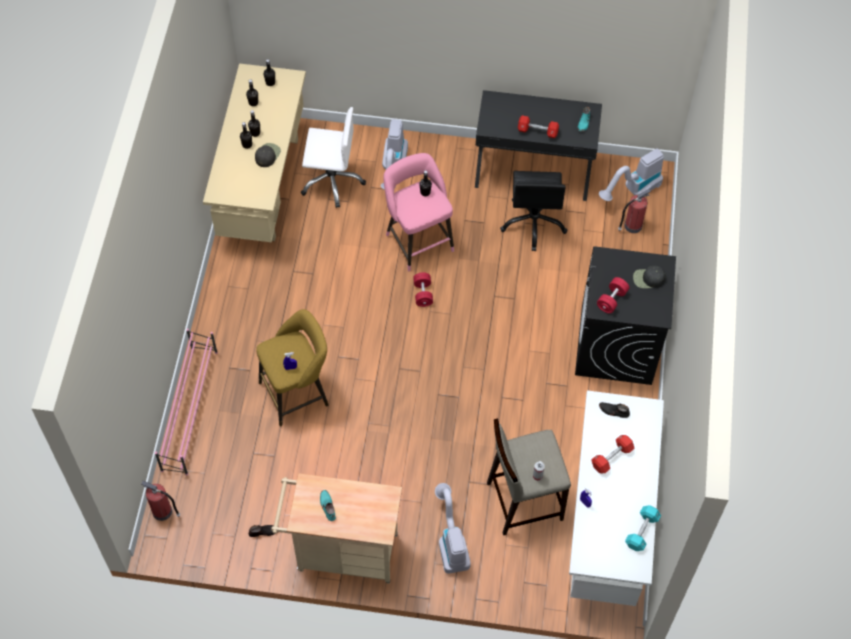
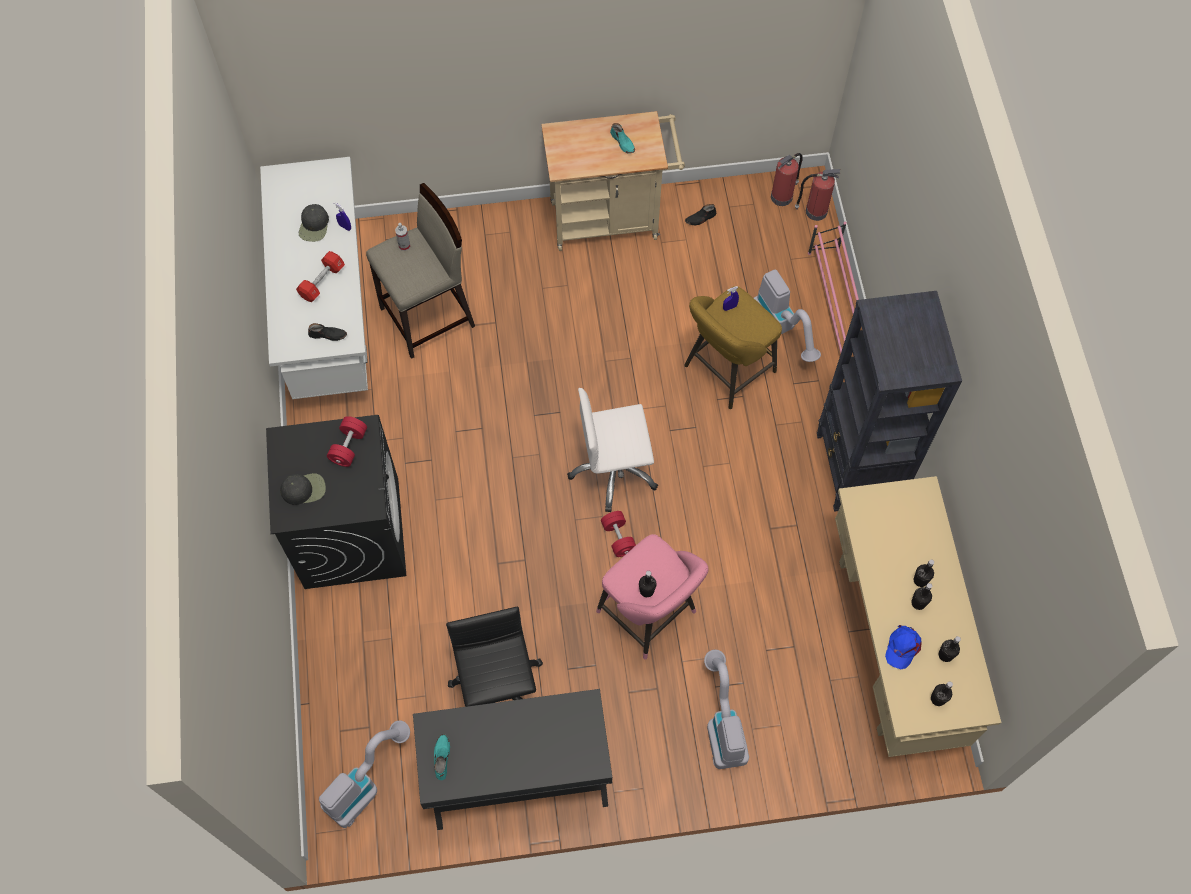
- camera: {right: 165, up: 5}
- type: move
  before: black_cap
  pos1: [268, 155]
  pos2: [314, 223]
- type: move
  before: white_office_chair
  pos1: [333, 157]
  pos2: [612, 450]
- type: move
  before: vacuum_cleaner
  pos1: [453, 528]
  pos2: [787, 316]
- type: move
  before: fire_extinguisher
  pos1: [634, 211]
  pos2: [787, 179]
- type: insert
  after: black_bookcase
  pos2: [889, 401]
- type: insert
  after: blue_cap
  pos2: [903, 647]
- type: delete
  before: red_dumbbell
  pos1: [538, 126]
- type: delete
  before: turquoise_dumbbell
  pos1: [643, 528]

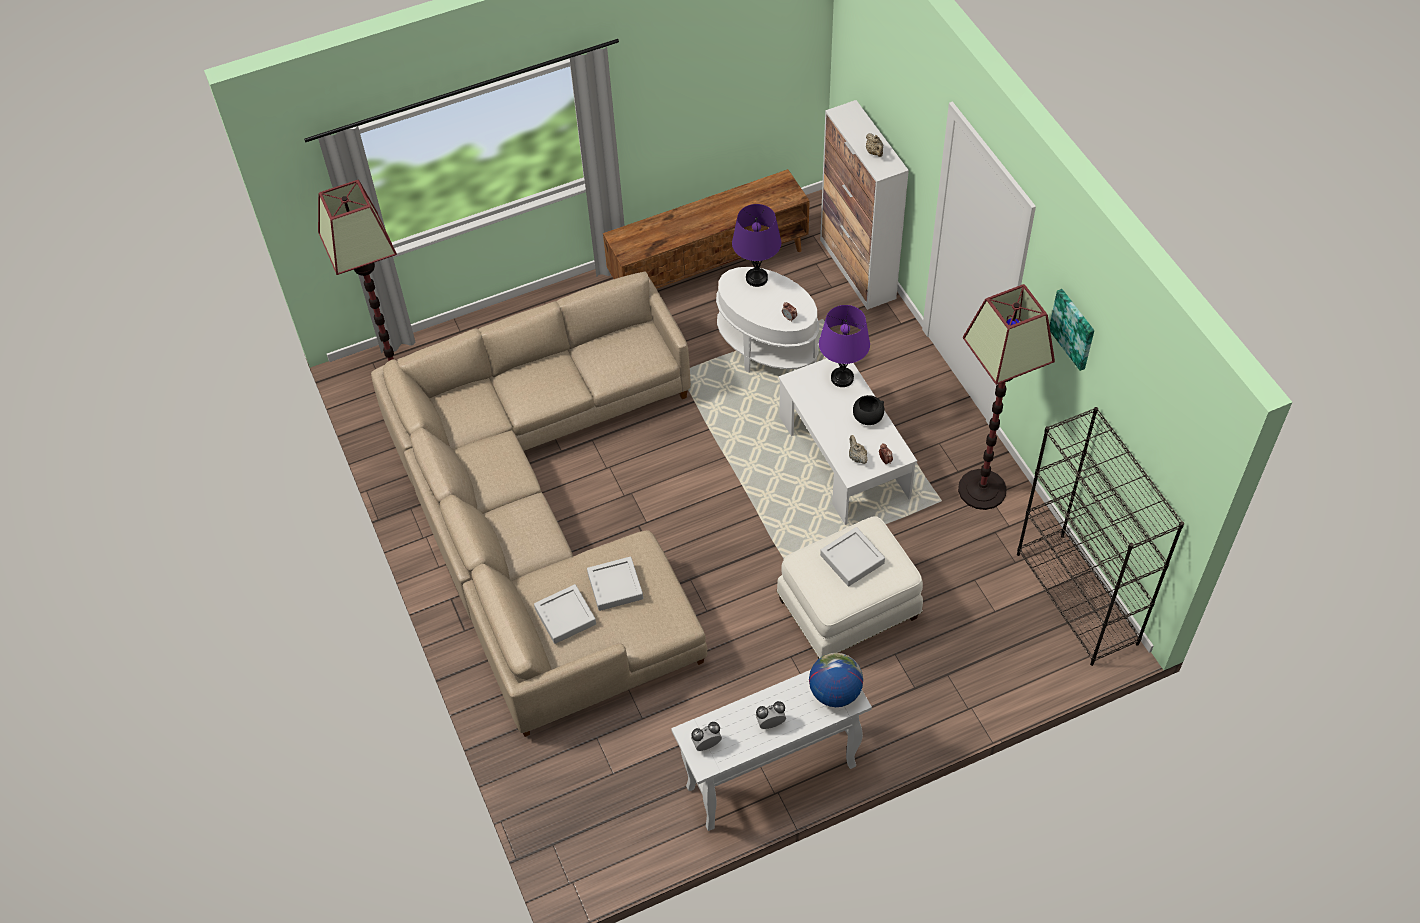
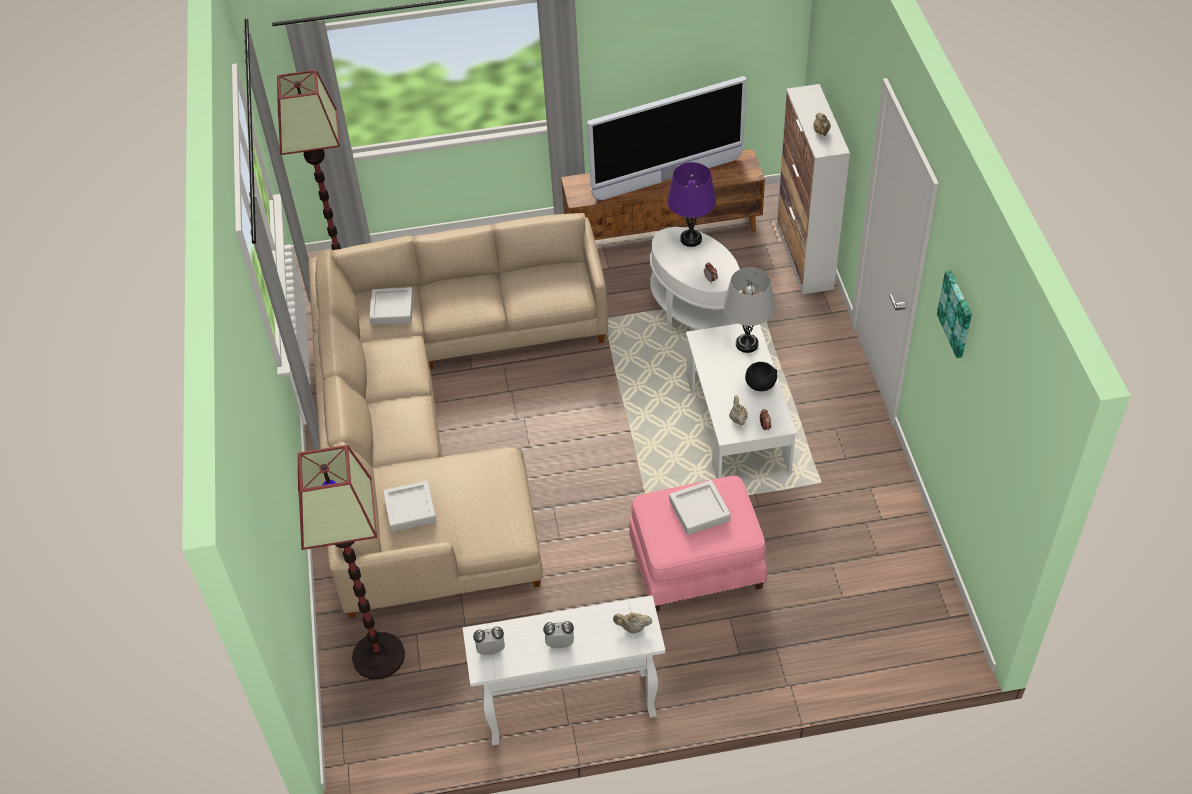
- camera: {right: 15, up: -5}
- type: move
  before: floor_lamp
  pos1: [1006, 397]
  pos2: [351, 562]
- type: move
  before: grey_tray
  pos1: [615, 584]
  pos2: [391, 306]
- type: insert
  after: television
  pos2: [666, 138]
- type: replace
  before: globe
  after: beige_teapot
  pos1: [836, 680]
  pos2: [632, 623]
- type: recolor
  before: white_ottoman
  after: pink_ottoman
  pos1: [850, 587]
  pos2: [698, 544]
- type: recolor
  before: purple_table_lamp
  after: grey_table_lamp
  pos1: [844, 346]
  pos2: [749, 310]
- type: delete
  before: black_bookcase
  pos1: [1100, 536]

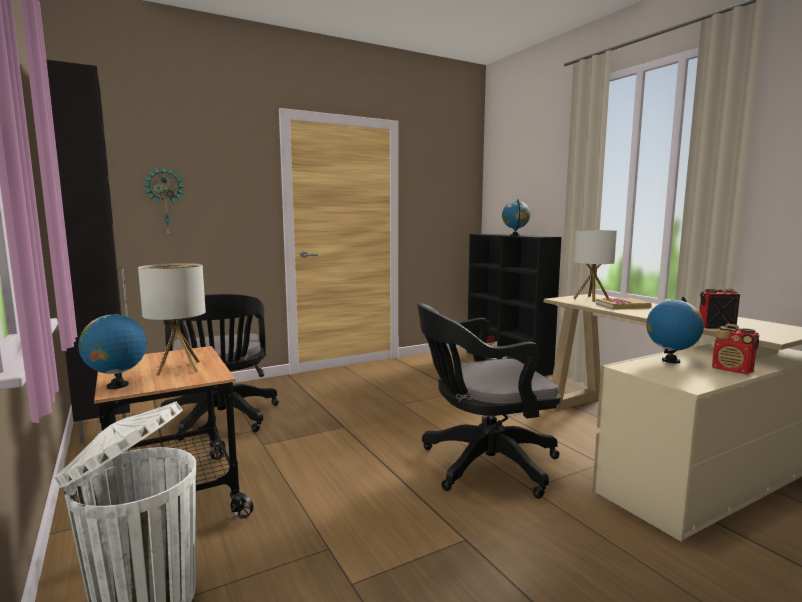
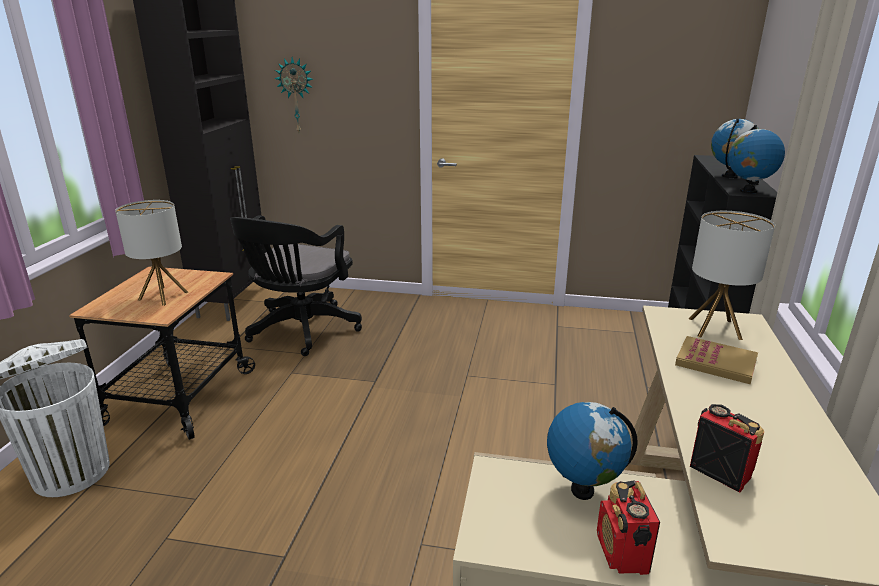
- camera: {right: 40, up: 15}
- type: move
  before: globe
  pos1: [112, 349]
  pos2: [756, 159]
- type: delete
  before: black_office_chair
  pos1: [489, 401]

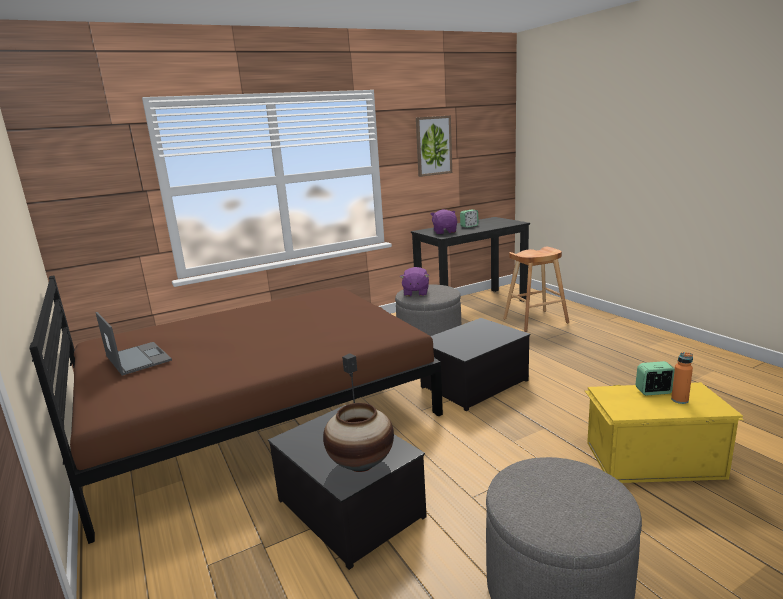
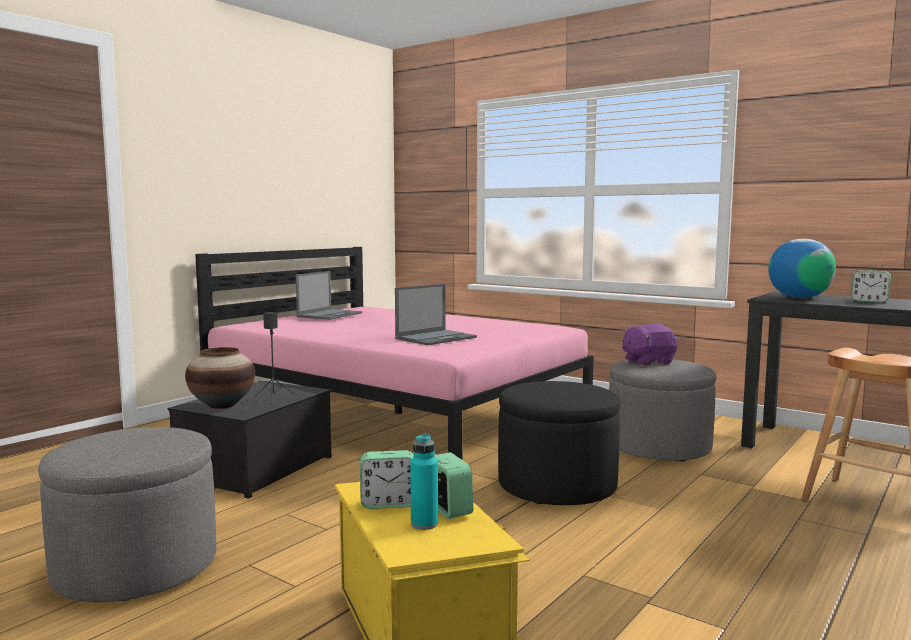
- camera: {right: 65, up: -10}
- type: recolor
  before: brown_bed
  after: pink_bed
  pos1: [236, 409]
  pos2: [394, 353]
- type: insert
  after: alarm_clock
  pos2: [387, 479]
- type: insert
  after: laptop
  pos2: [436, 314]
- type: recolor
  before: orange_bottle
  after: turquoise_bottle
  pos1: [682, 378]
  pos2: [424, 482]
- type: replace
  before: storage_box
  after: black_ottoman
  pos1: [475, 364]
  pos2: [559, 443]
- type: replace
  before: purple_plush_toy
  after: globe
  pos1: [443, 221]
  pos2: [802, 268]
- type: delete
  before: picture
  pos1: [434, 146]

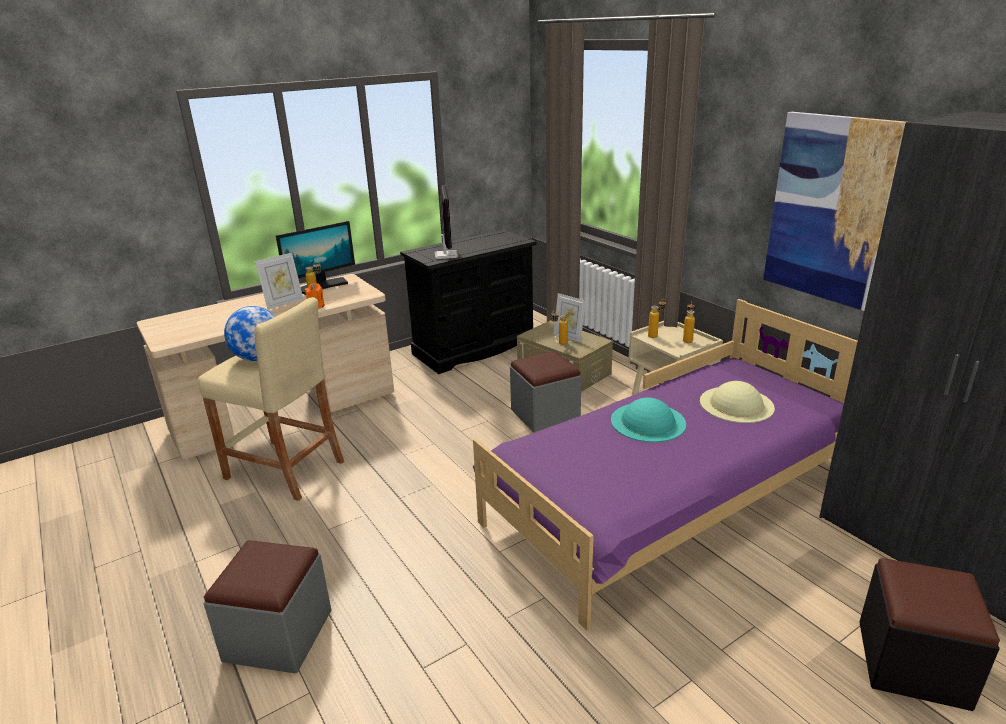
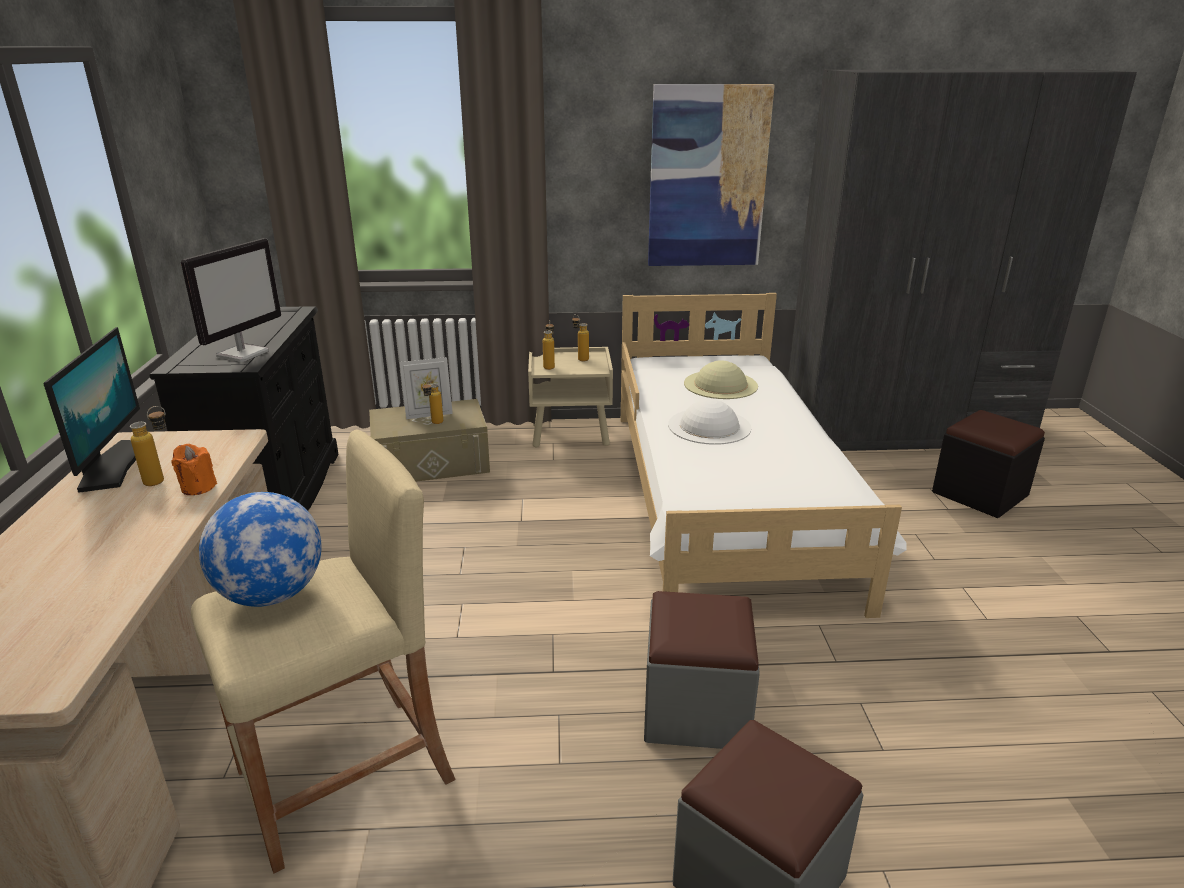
- camera: {right: -60, up: 0}
- type: rotate
  before: monitor
  pos1: [446, 222]
  pos2: [231, 300]
  turn: 90
- type: recolor
  before: purple_bed
  after: white_bed
  pos1: [665, 465]
  pos2: [764, 455]
- type: move
  before: grey_ottoman
  pos1: [546, 392]
  pos2: [702, 670]
- type: recolor
  before: turquoise_hat
  after: white_hat
  pos1: [648, 419]
  pos2: [709, 422]
- type: delete
  before: picture_frame
  pos1: [279, 281]

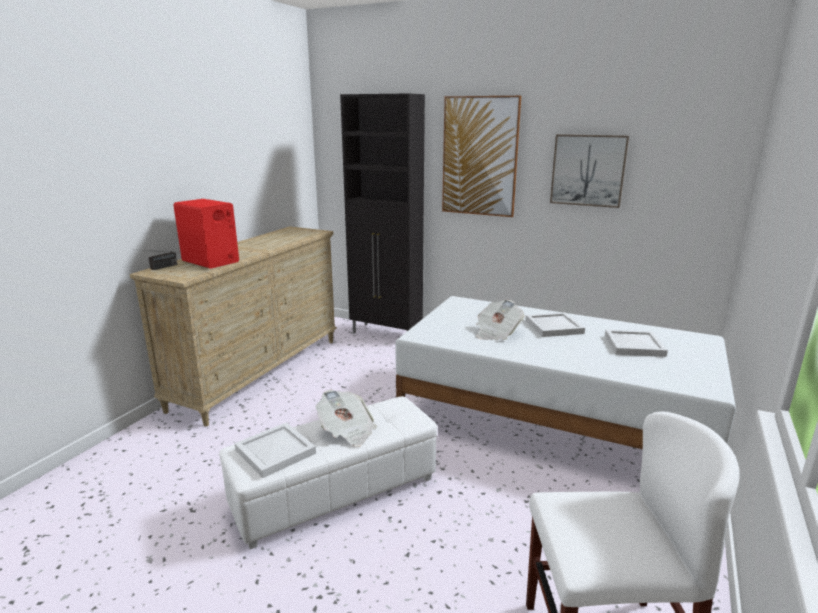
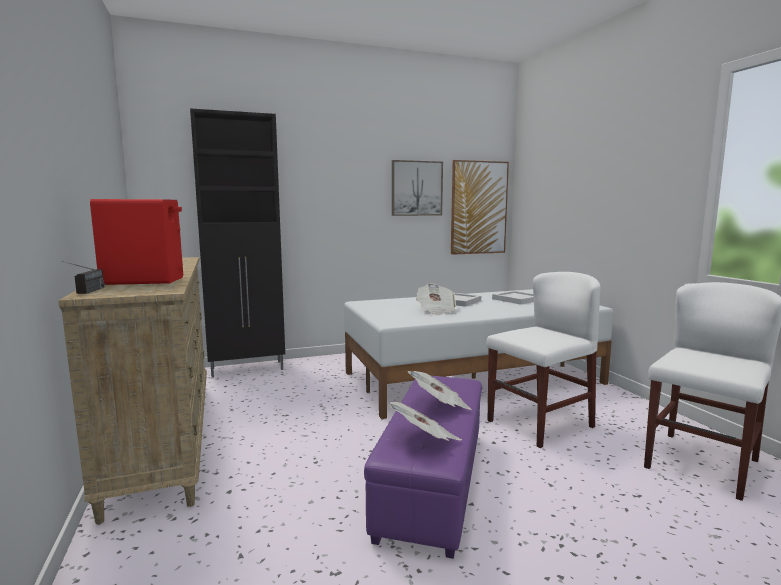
- camera: {right: -45, up: -10}
- type: recolor
  before: white_ottoman
  after: purple_ottoman
  pos1: [328, 472]
  pos2: [423, 467]
- type: replace
  before: white_tray
  after: newspaper
  pos1: [275, 450]
  pos2: [424, 421]
- type: move
  before: picture
  pos1: [481, 156]
  pos2: [480, 207]
- type: insert
  after: white_chair
  pos2: [543, 360]

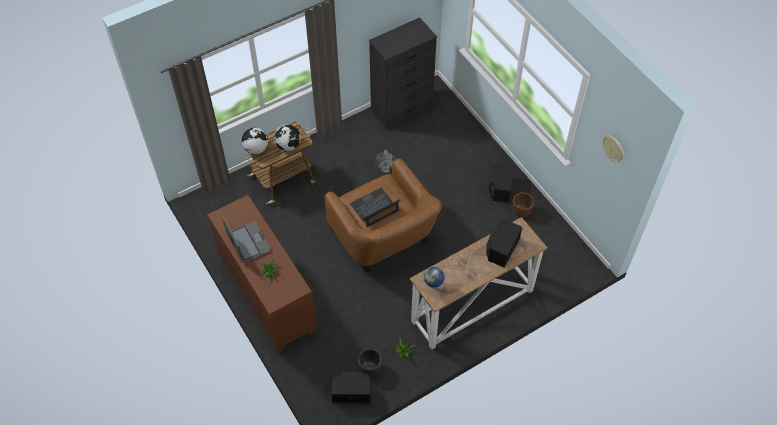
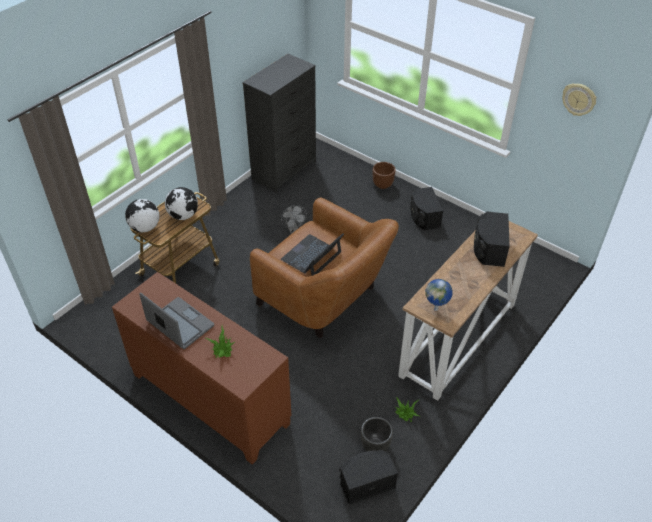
- camera: {right: -20, up: -10}
- type: move
  before: brown_planter
  pos1: [523, 204]
  pos2: [384, 175]

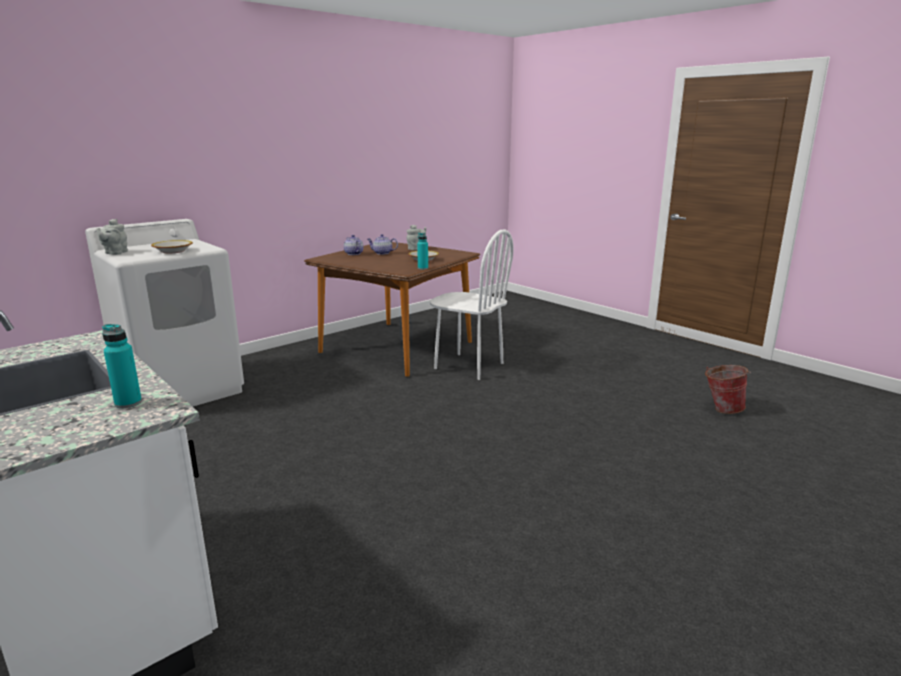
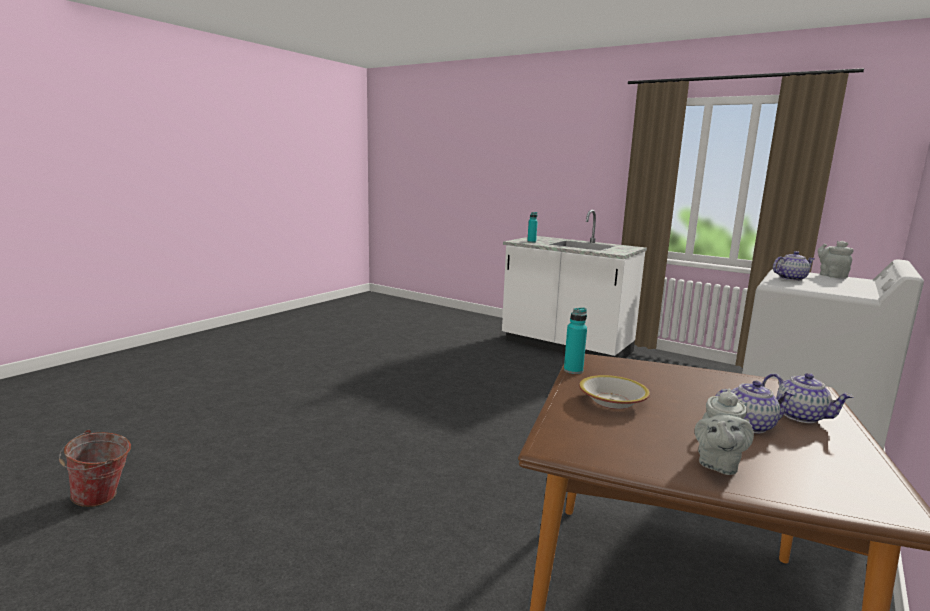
- camera: {right: 165, up: -5}
- type: replace
  before: bowl
  after: teapot
  pos1: [172, 246]
  pos2: [794, 266]
- type: delete
  before: white_chair
  pos1: [472, 304]

